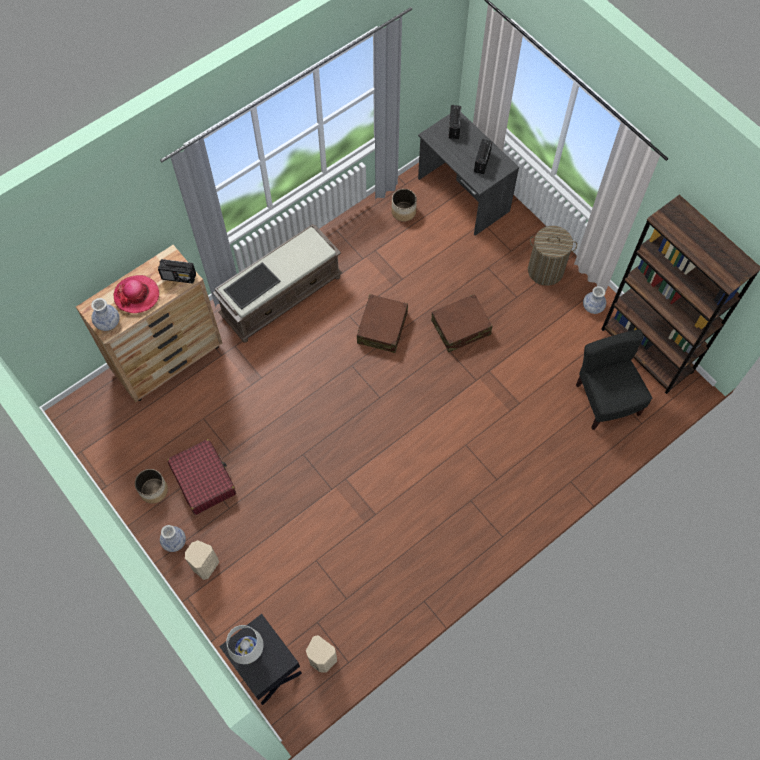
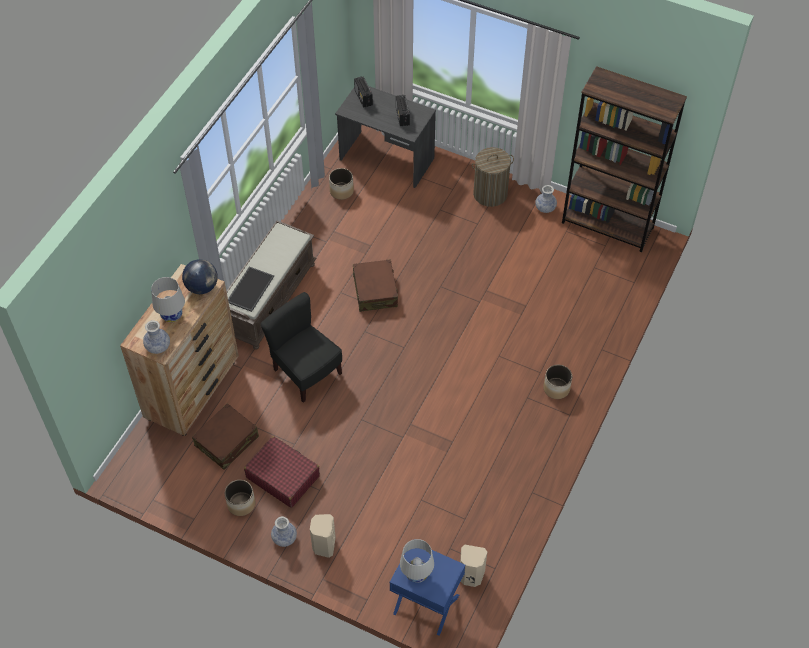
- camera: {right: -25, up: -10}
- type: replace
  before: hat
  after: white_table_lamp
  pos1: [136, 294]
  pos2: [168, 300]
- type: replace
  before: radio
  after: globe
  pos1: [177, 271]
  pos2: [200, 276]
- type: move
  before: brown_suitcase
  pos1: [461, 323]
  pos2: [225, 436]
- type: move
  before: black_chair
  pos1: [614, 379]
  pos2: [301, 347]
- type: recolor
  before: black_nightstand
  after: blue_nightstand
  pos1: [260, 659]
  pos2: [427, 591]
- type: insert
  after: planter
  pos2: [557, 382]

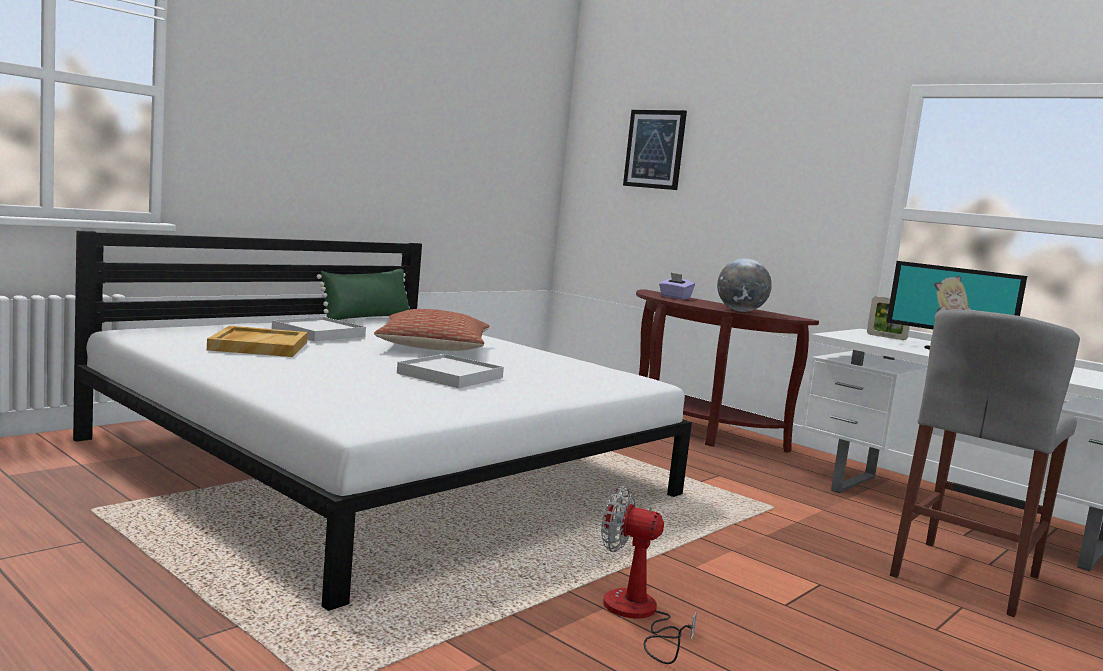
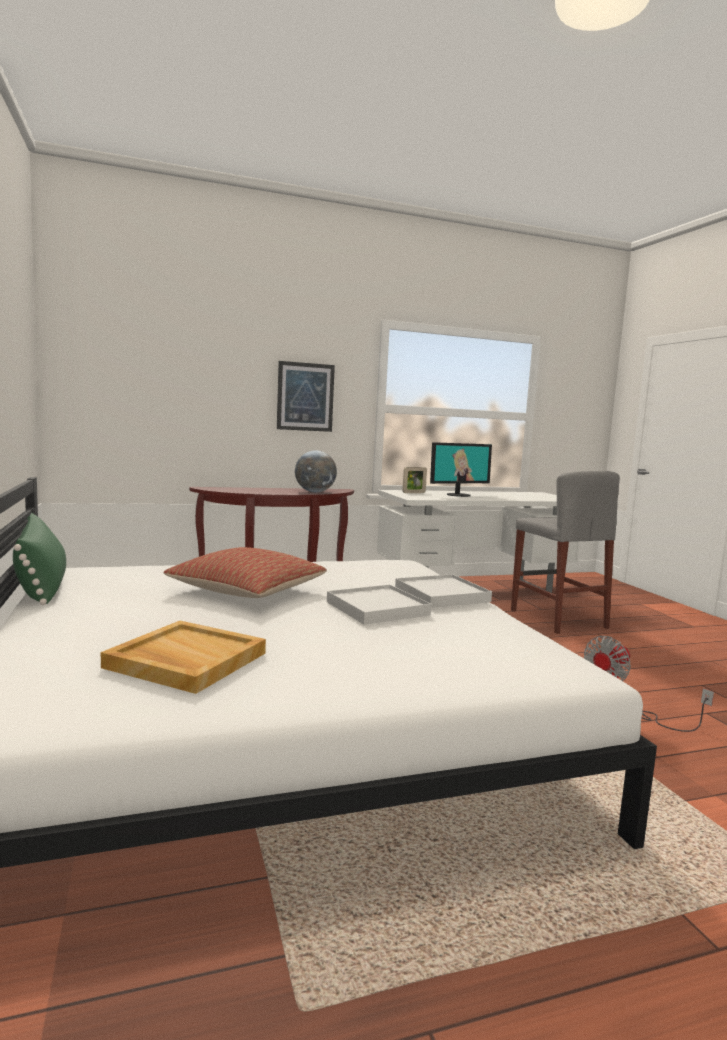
- camera: {right: -60, up: 0}
- type: move
  before: picture
  pos1: [655, 150]
  pos2: [306, 396]
- type: move
  before: white_tray
  pos1: [319, 329]
  pos2: [443, 591]
- type: delete
  before: purple_tissue_box
  pos1: [677, 286]

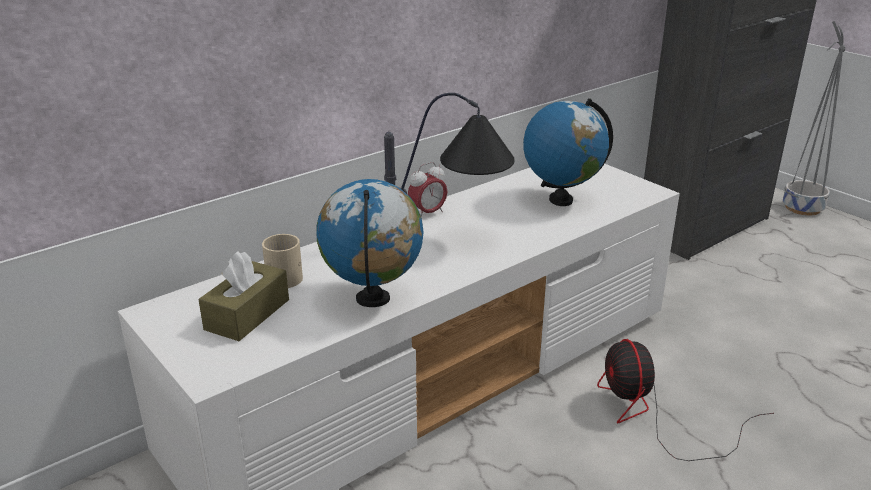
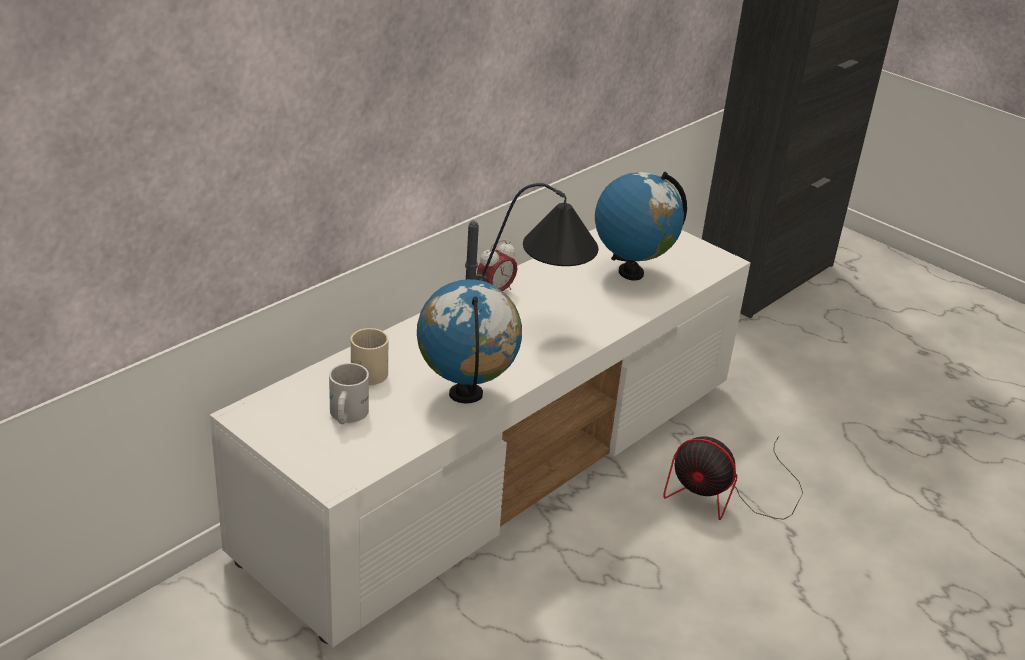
- camera: {right: -10, up: 5}
- type: replace
  before: brown_tissue_box
  after: white_mug
  pos1: [243, 296]
  pos2: [349, 393]
- type: rotate
  before: fan
  pos1: [685, 400]
  pos2: [733, 478]
  turn: -45
- type: delete
  before: grey_planter
  pos1: [814, 118]

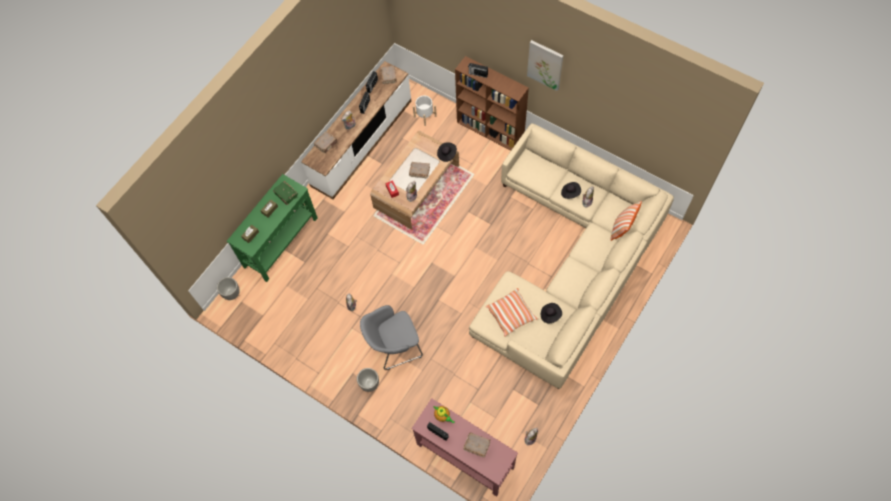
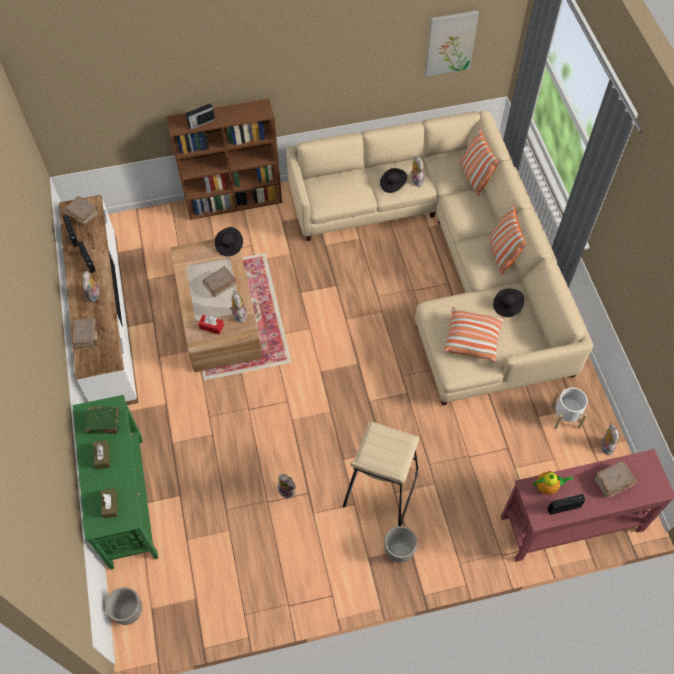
- camera: {right: -50, up: -5}
- type: replace
  before: grey_armchair
  after: beige_stool
  pos1: [391, 337]
  pos2: [381, 473]
- type: move
  before: picture
  pos1: [545, 65]
  pos2: [452, 43]
- type: insert
  after: pillow
  pos2: [507, 240]
- type: move
  before: white_planter
  pos1: [425, 111]
  pos2: [569, 408]

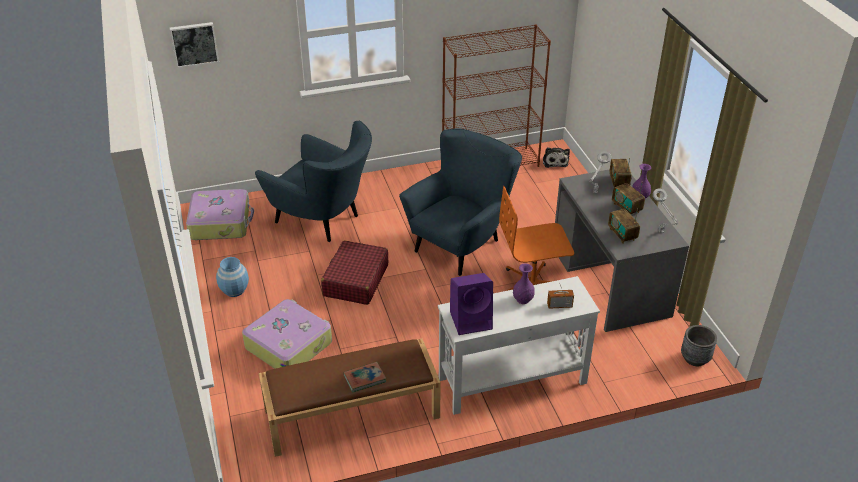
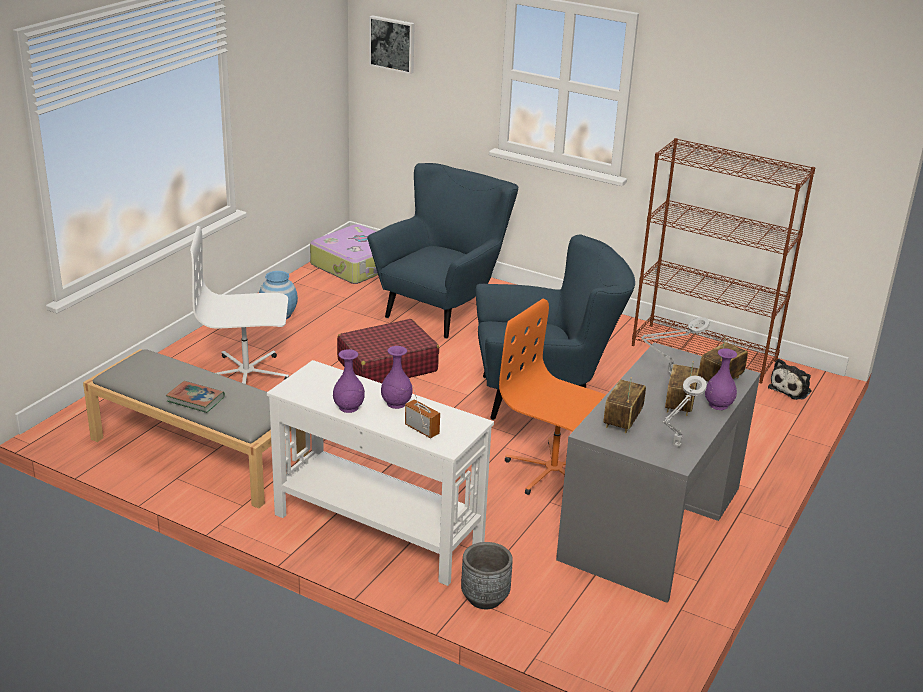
- camera: {right: 45, up: -10}
- type: recolor
  before: brown_bench
  after: grey_bench
  pos1: [350, 398]
  pos2: [196, 428]
- type: replace
  before: suitcase
  after: white_office_chair
  pos1: [287, 334]
  pos2: [239, 305]
- type: insert
  after: purple_vase
  pos2: [349, 381]
- type: rotate
  before: blue_armchair
  pos1: [313, 181]
  pos2: [442, 251]
  turn: -135
- type: move
  before: grey_planter
  pos1: [699, 345]
  pos2: [487, 575]
- type: delete
  before: purple_speaker
  pos1: [471, 304]

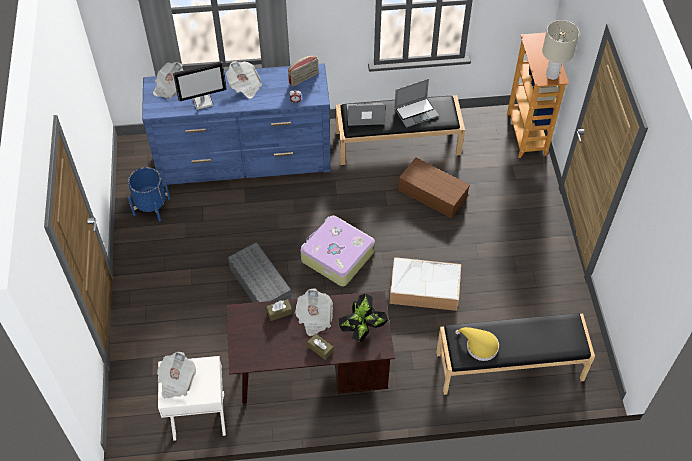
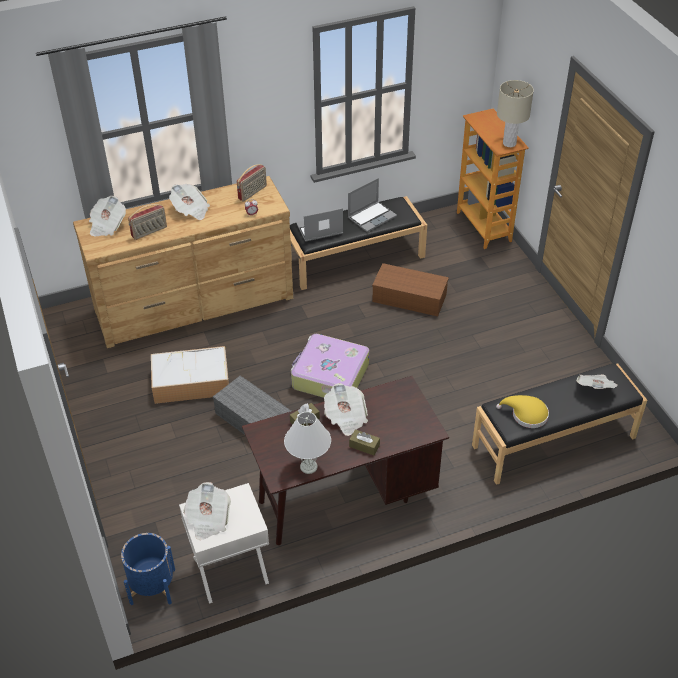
- camera: {right: -15, up: -10}
- type: recolor
  before: blue_dresser
  after: brown_dresser
  pos1: [236, 124]
  pos2: [183, 262]
- type: move
  before: blue_planter
  pos1: [149, 194]
  pos2: [148, 569]
- type: replace
  before: monitor
  after: radio
  pos1: [199, 85]
  pos2: [147, 222]
- type: move
  before: storage_box
  pos1: [425, 284]
  pos2: [190, 375]
- type: insert
  after: white_table_lamp
  pos2: [307, 443]
- type: insert
  after: newspaper
  pos2: [597, 381]
- type: delete
  before: potted_plant
  pos1: [363, 318]

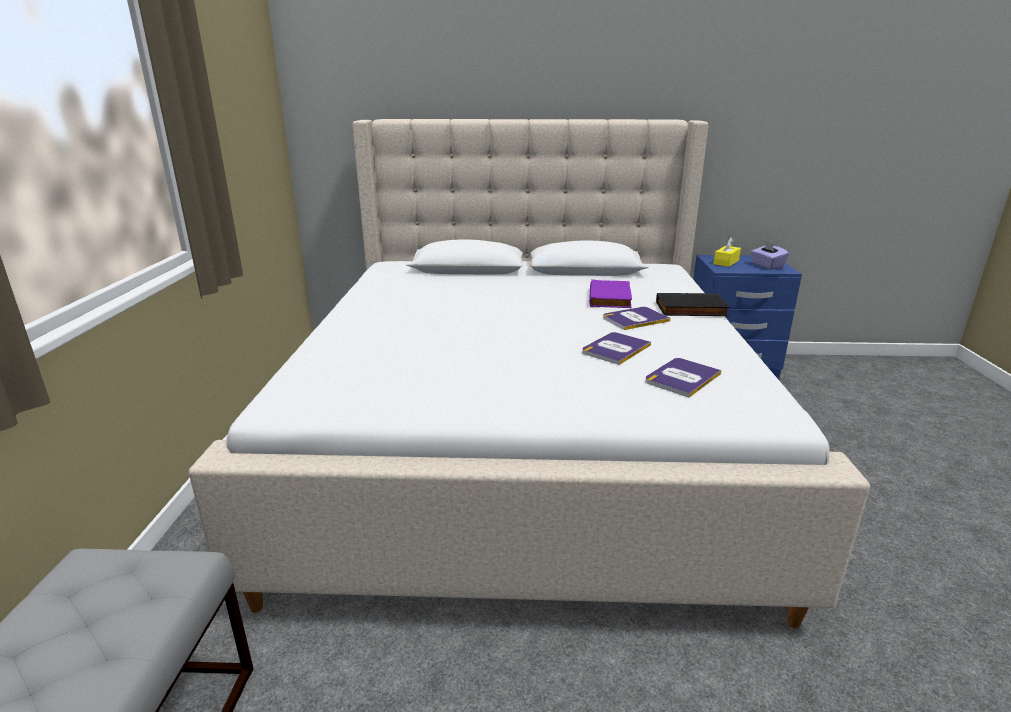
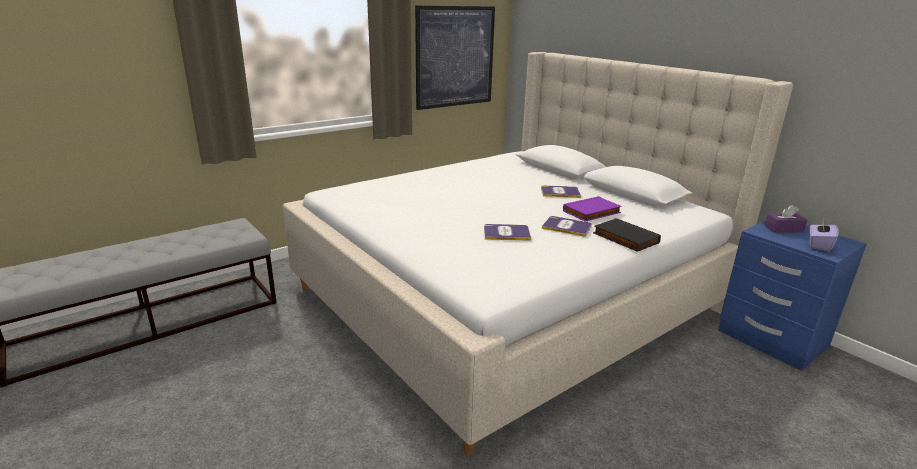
- camera: {right: 50, up: 0}
- type: insert
  after: picture
  pos2: [455, 57]
- type: move
  before: book
  pos1: [683, 378]
  pos2: [561, 192]
- type: recolor
  before: yellow_tissue_box
  after: purple_tissue_box
  pos1: [727, 252]
  pos2: [786, 219]

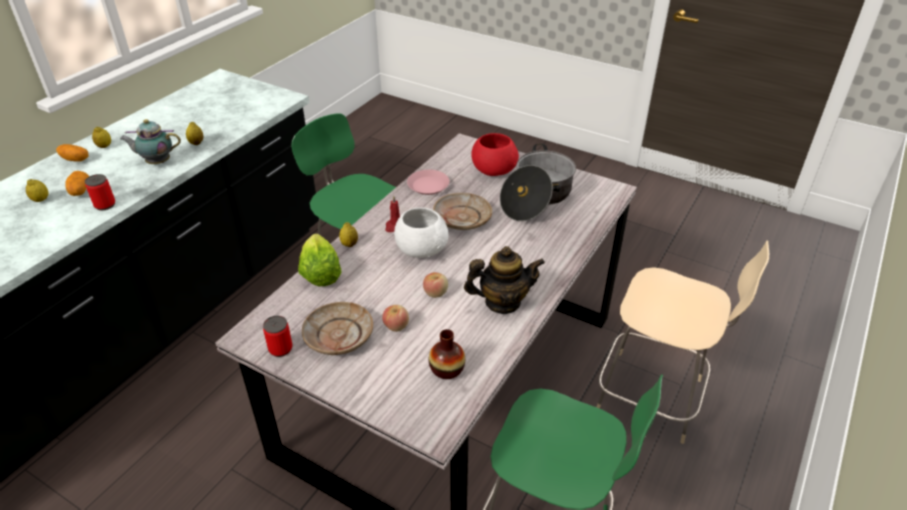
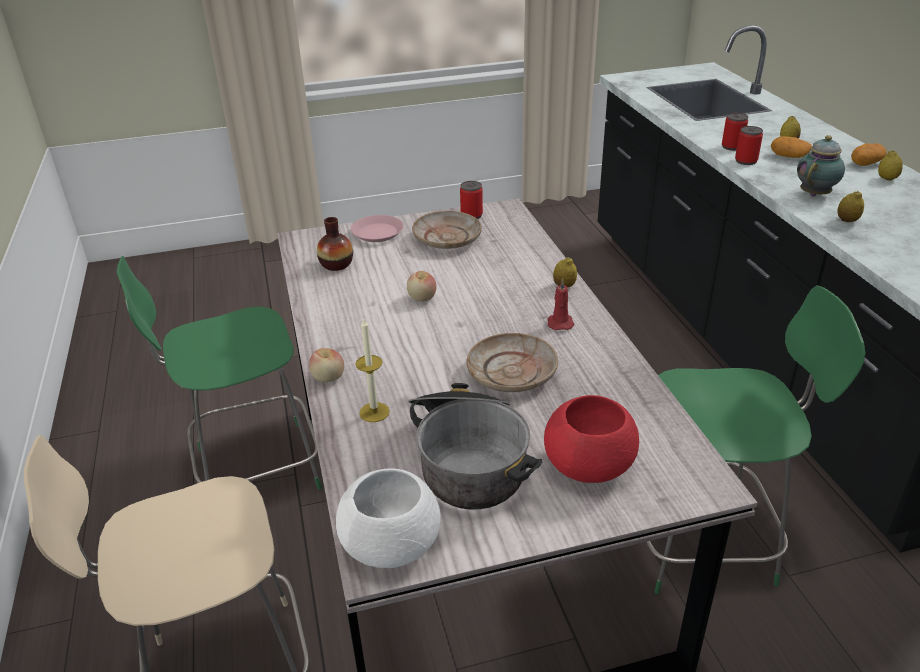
- camera: {right: 135, up: -5}
- type: move
  before: apple
  pos1: [395, 318]
  pos2: [326, 365]
- type: move
  before: white_bowl
  pos1: [421, 232]
  pos2: [388, 518]
- type: move
  before: pink_plate
  pos1: [428, 182]
  pos2: [377, 228]
- type: insert
  after: candle
  pos2: [372, 370]
- type: insert
  after: can
  pos2: [735, 132]
- type: delete
  before: lettuce
  pos1: [319, 260]
- type: delete
  before: teapot
  pos1: [504, 280]

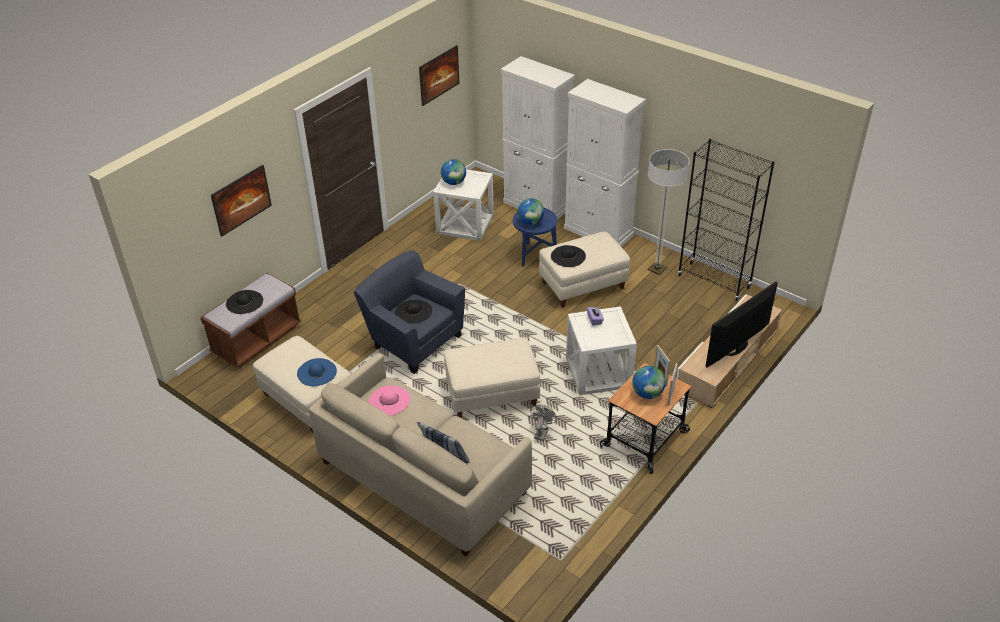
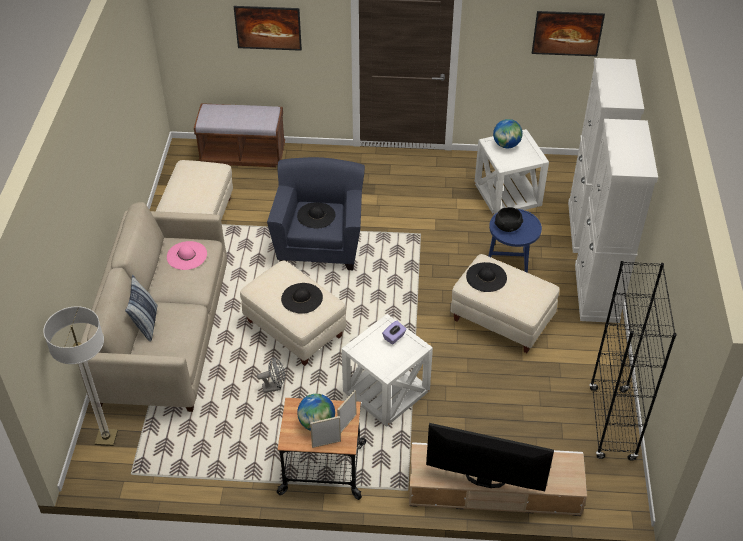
- camera: {right: 55, up: 5}
- type: move
  before: floor_lamp
  pos1: [669, 212]
  pos2: [80, 376]
- type: move
  before: black_hat
  pos1: [244, 302]
  pos2: [302, 298]
- type: replace
  before: globe
  after: black_bowl
  pos1: [531, 211]
  pos2: [508, 219]
- type: delete
  before: blue_hat
  pos1: [317, 372]

